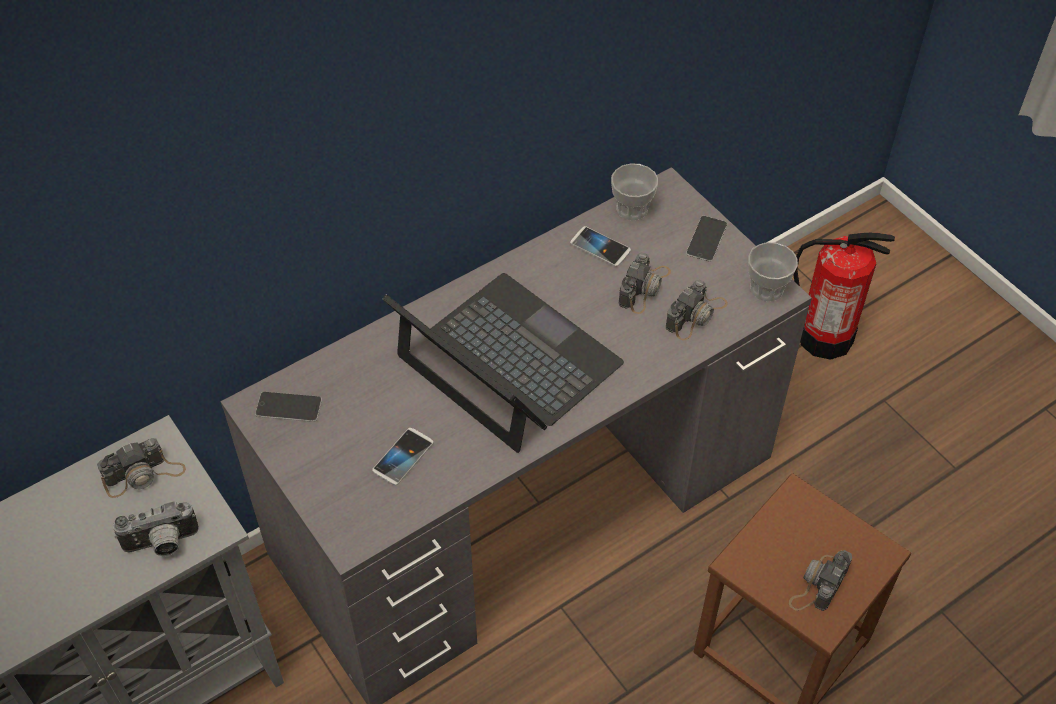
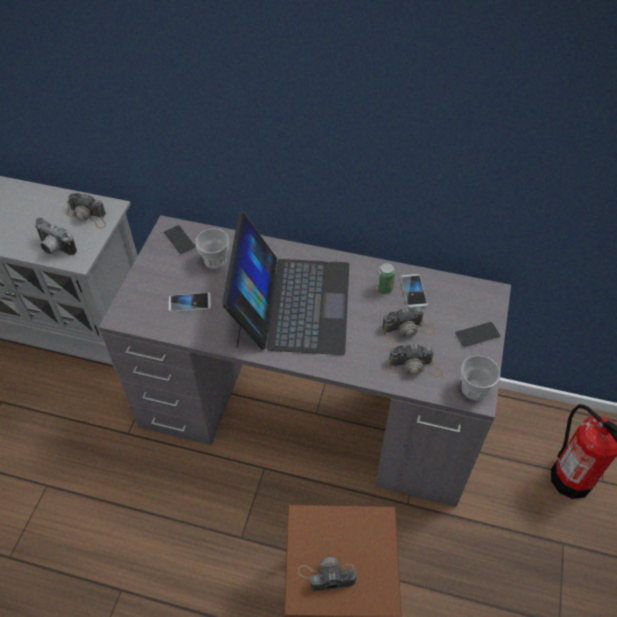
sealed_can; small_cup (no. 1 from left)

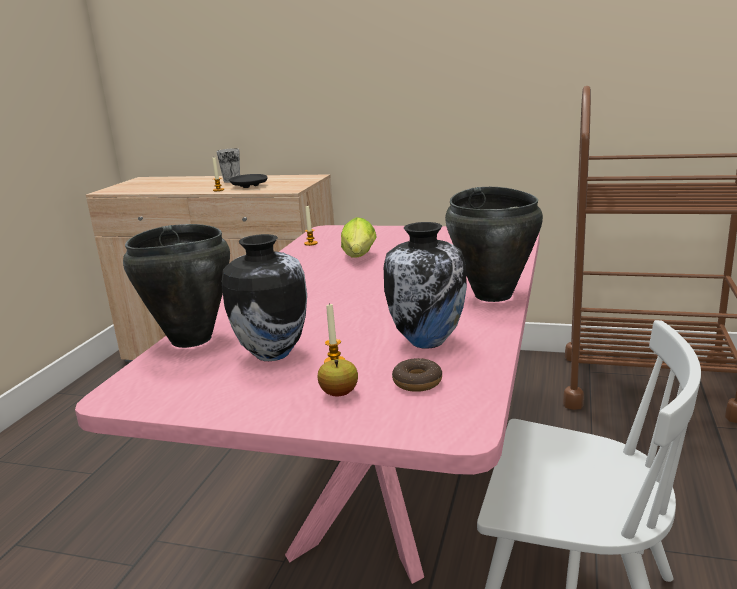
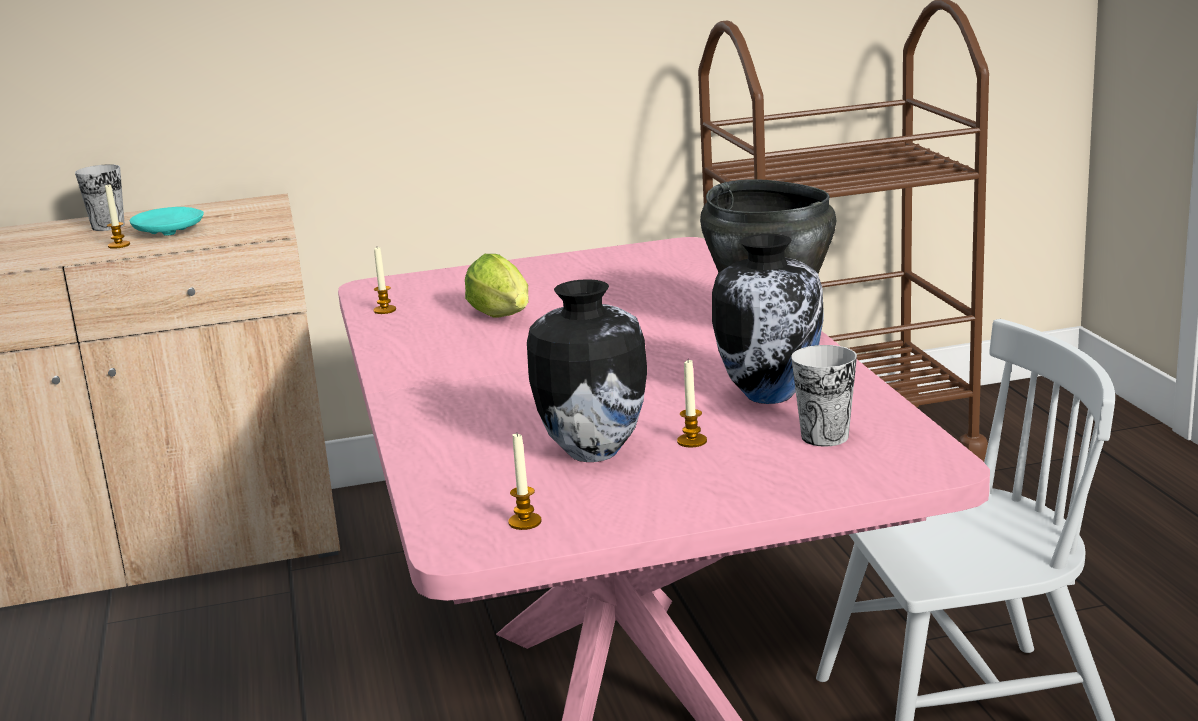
blackish_saucepot (no. 1 from left in the first image); apple_fruit; wax_candle (no. 3 from left); small_cup (no. 2 from left); blue-green_dinner_plate

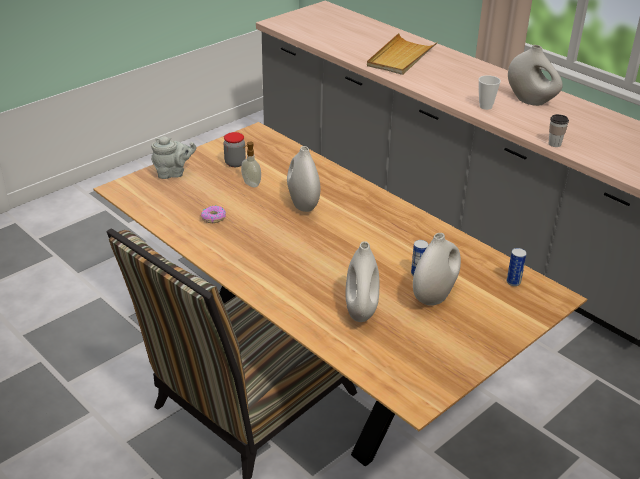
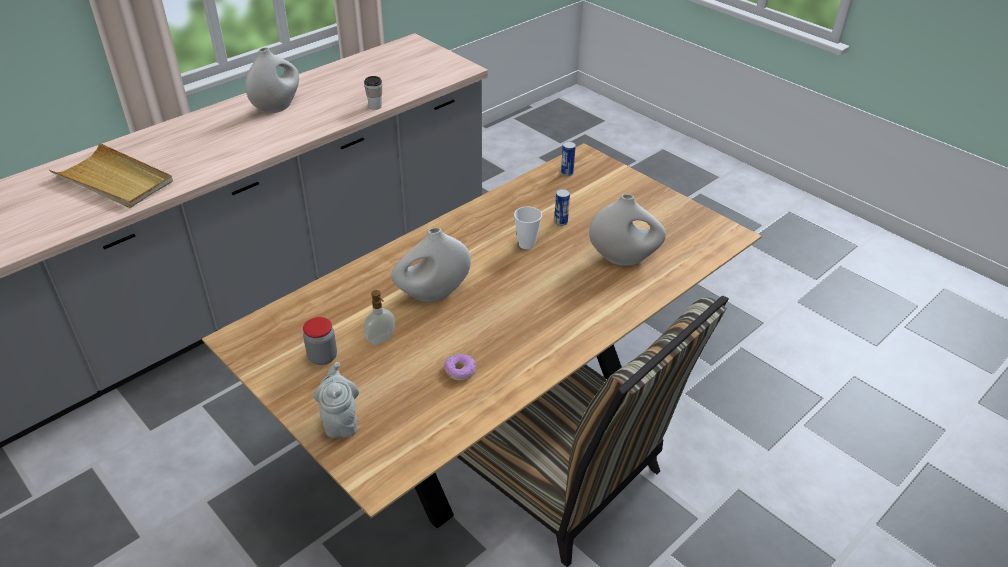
whitish_vase (no. 3 from left in the first image); small_cup (no. 2 from left)

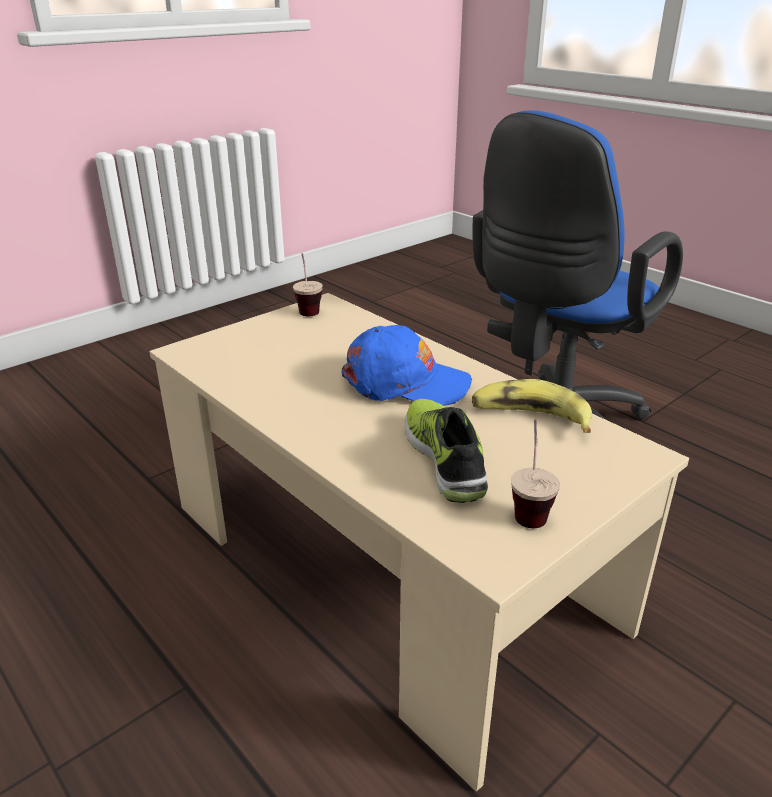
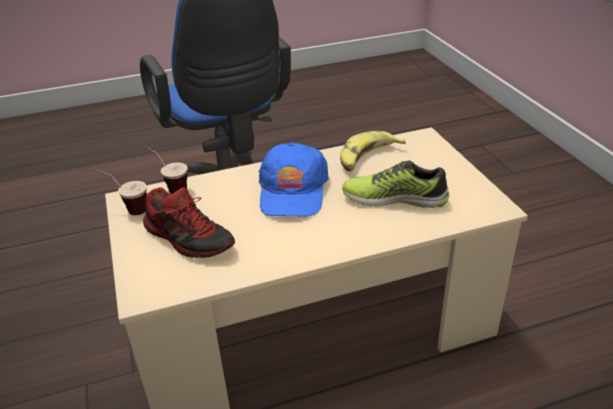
low_shoe (no. 1 from left); small_cup (no. 2 from left); blue-coloured_baseball_cap

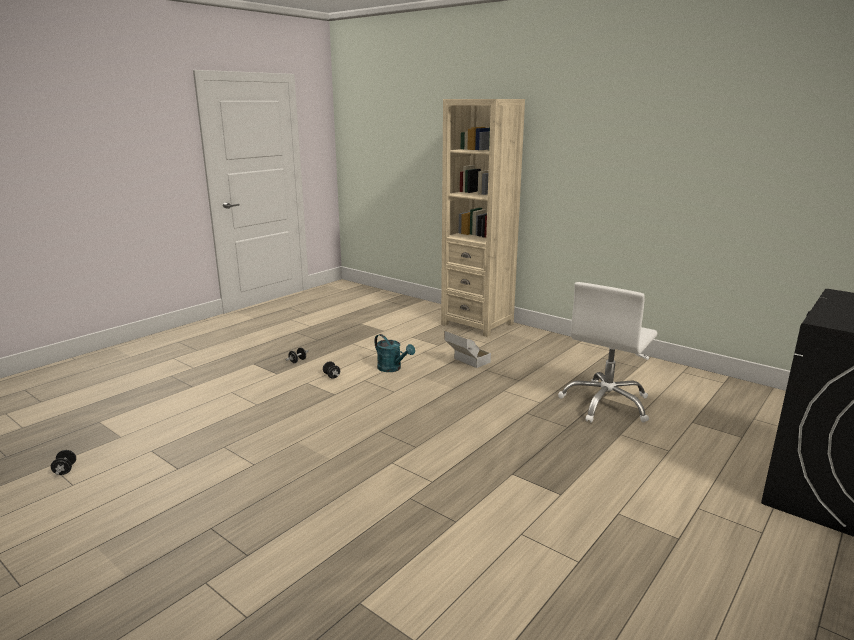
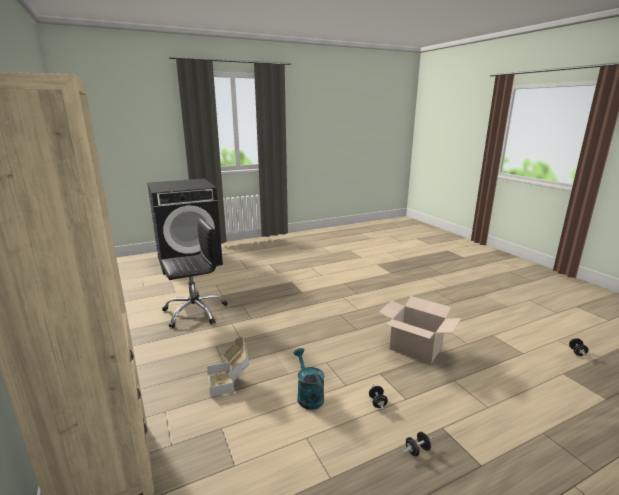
packing_box (no. 2 from left); blackish_desk_chair

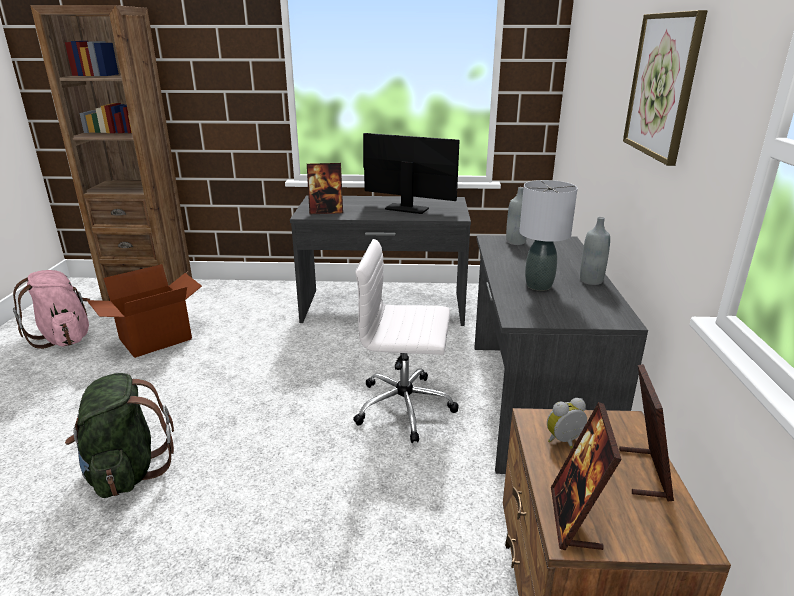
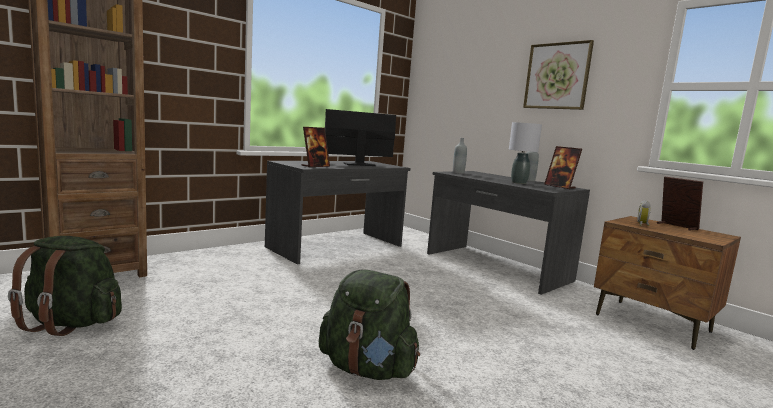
packing_box; whitish_desk_chair; picture_frame (no. 2 from left); green_rucksack (no. 1 from left)

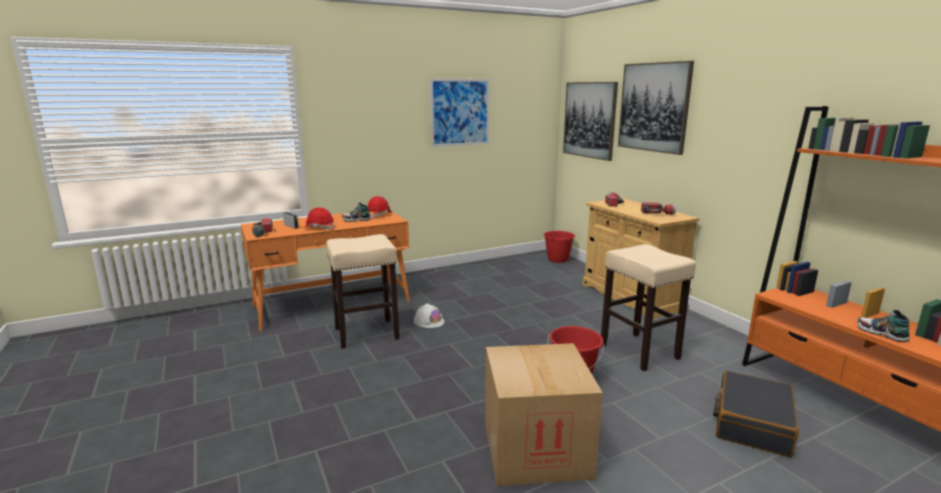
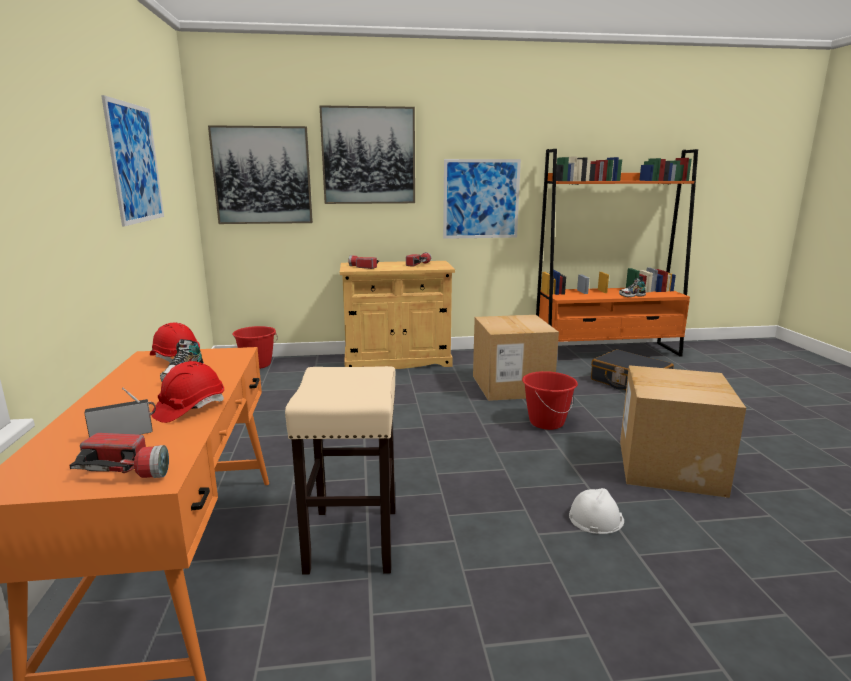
wall_art (no. 4 from left); whitish_hard_hat; packing_box (no. 1 from left)

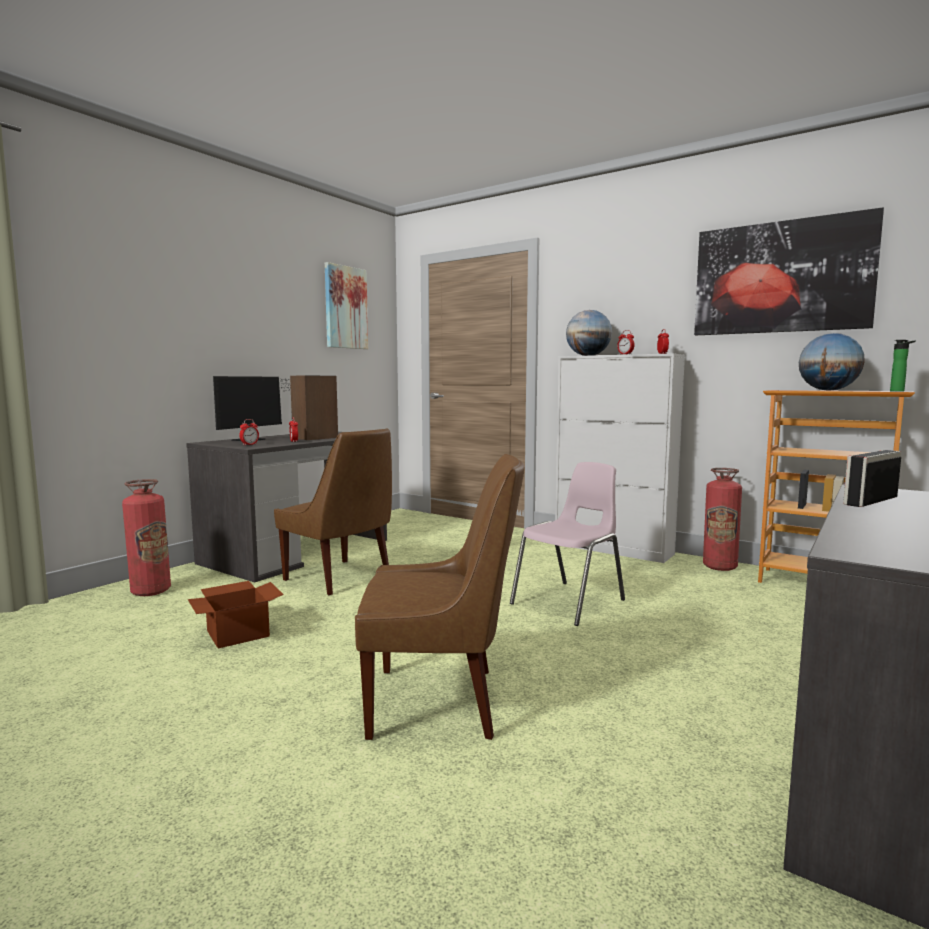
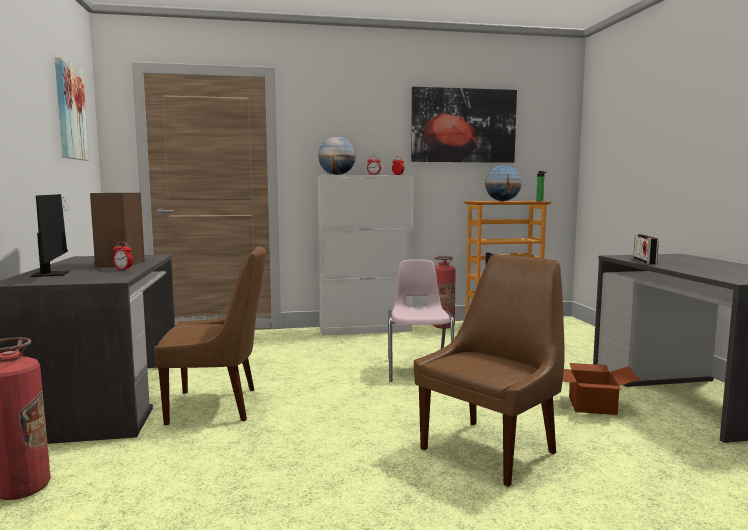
bedside_clock (no. 1 from left in the first image); packing_box

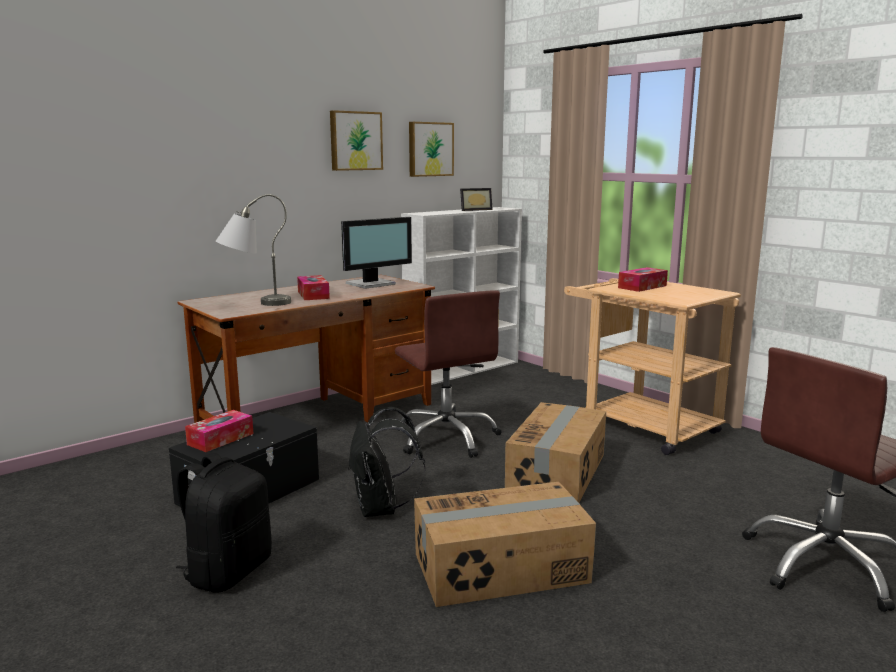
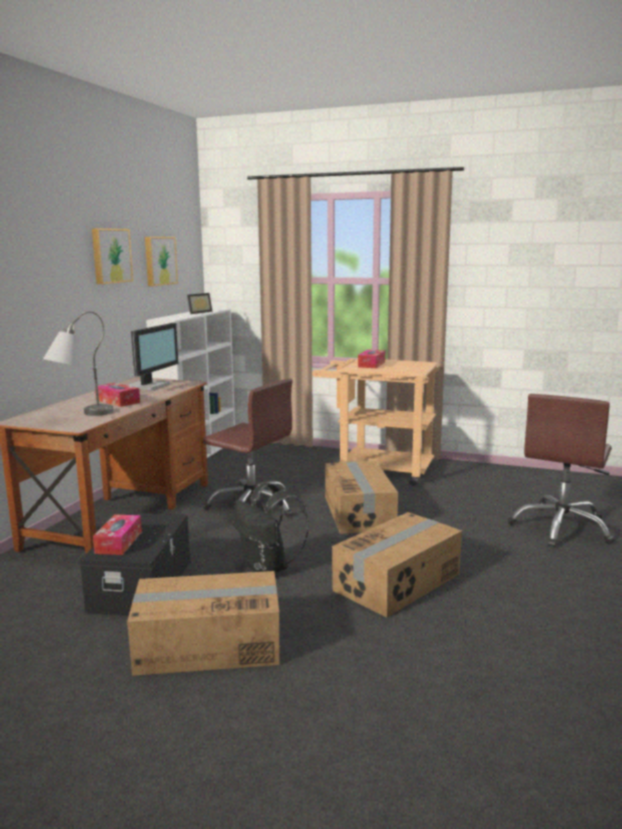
packing_box (no. 1 from left)

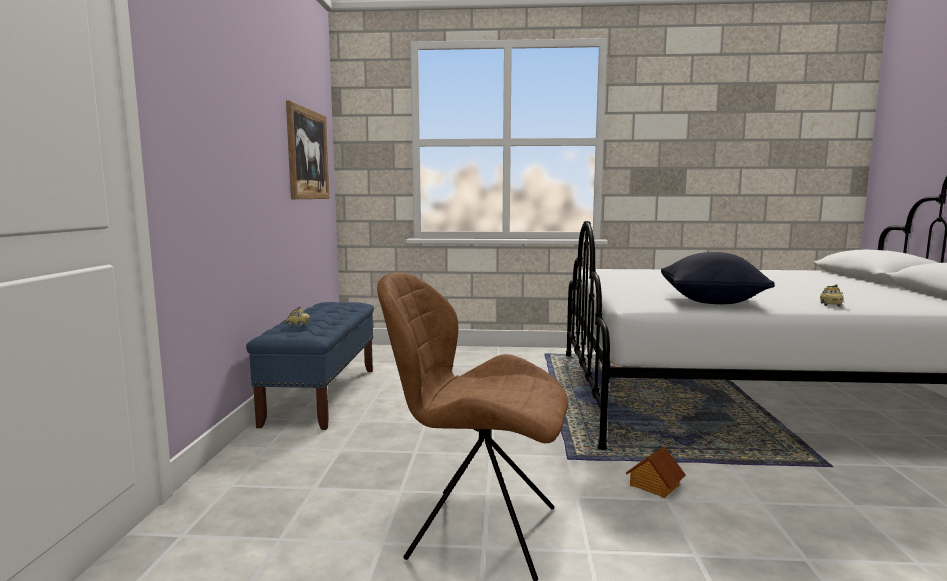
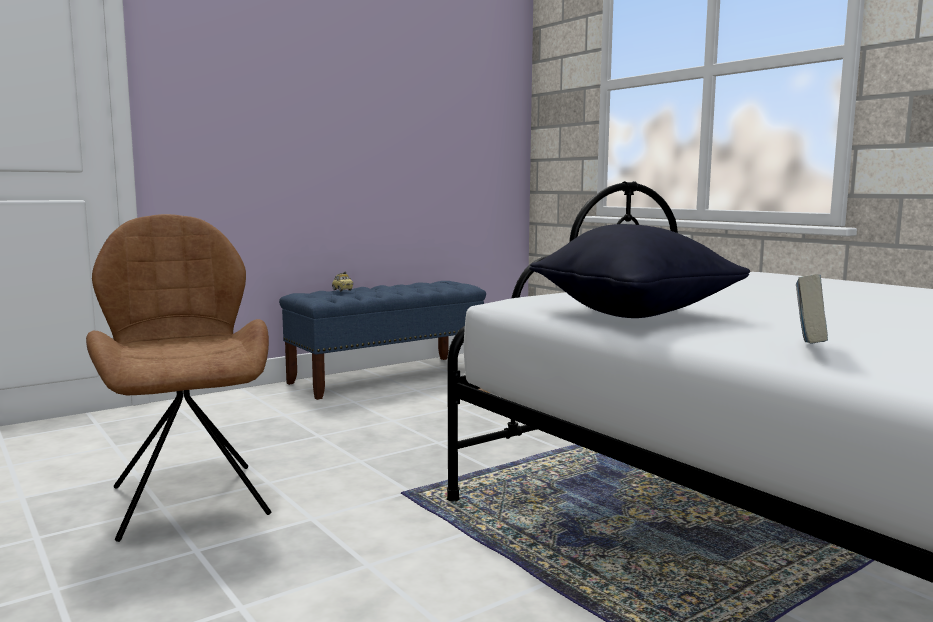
wall_art; toy_house; volume

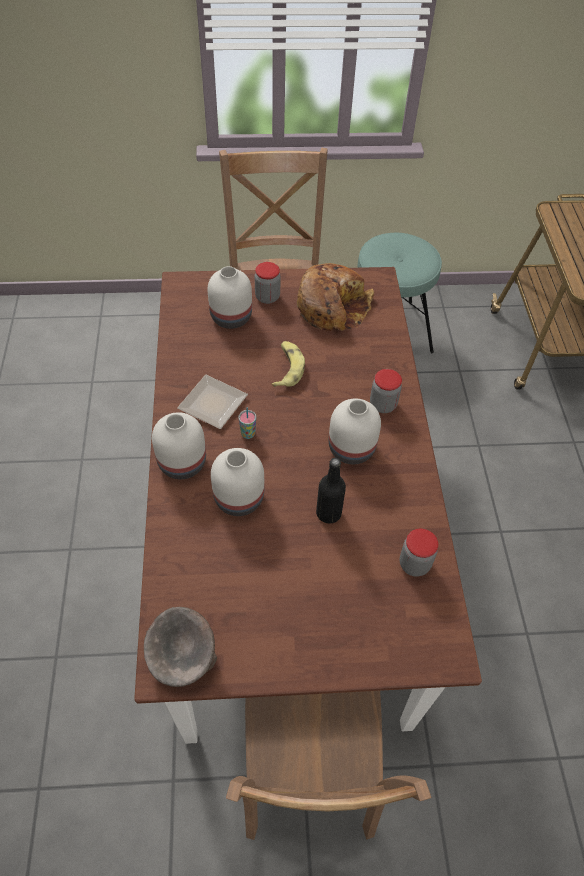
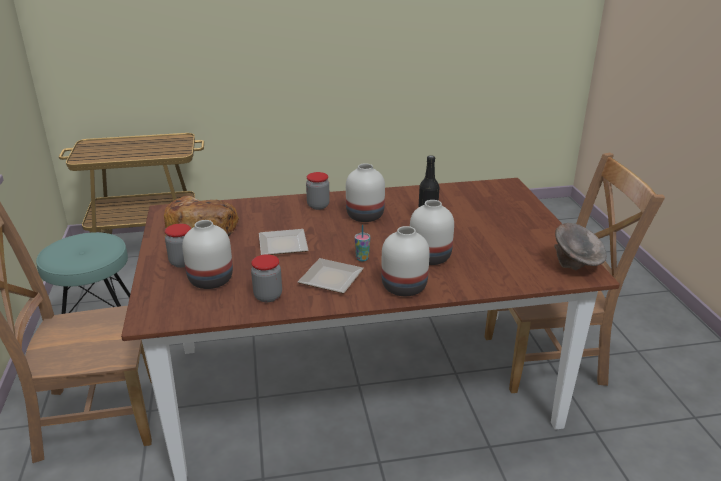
storage_jar (no. 2 from left); dinner_plate (no. 1 from left)

